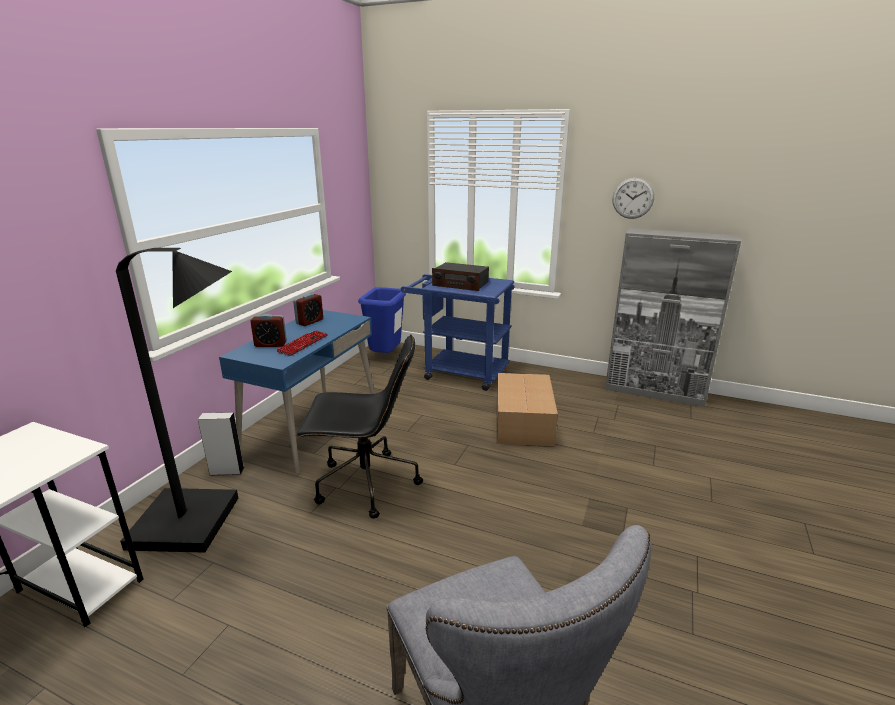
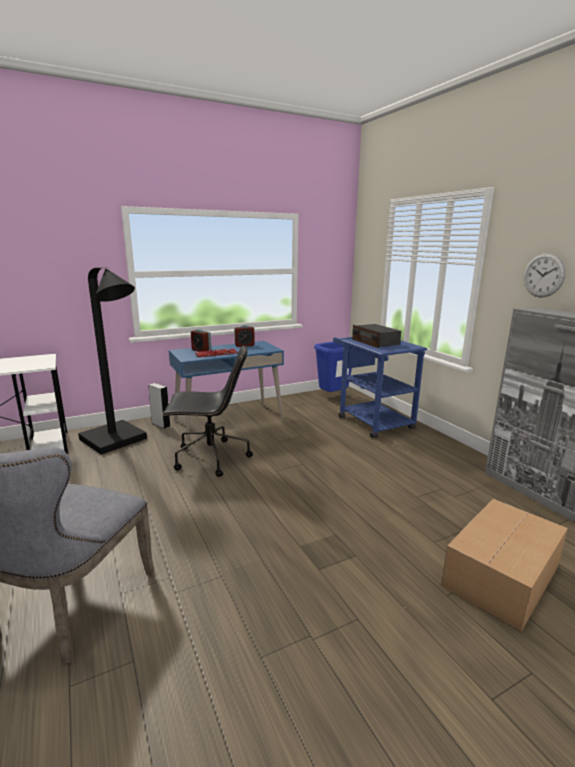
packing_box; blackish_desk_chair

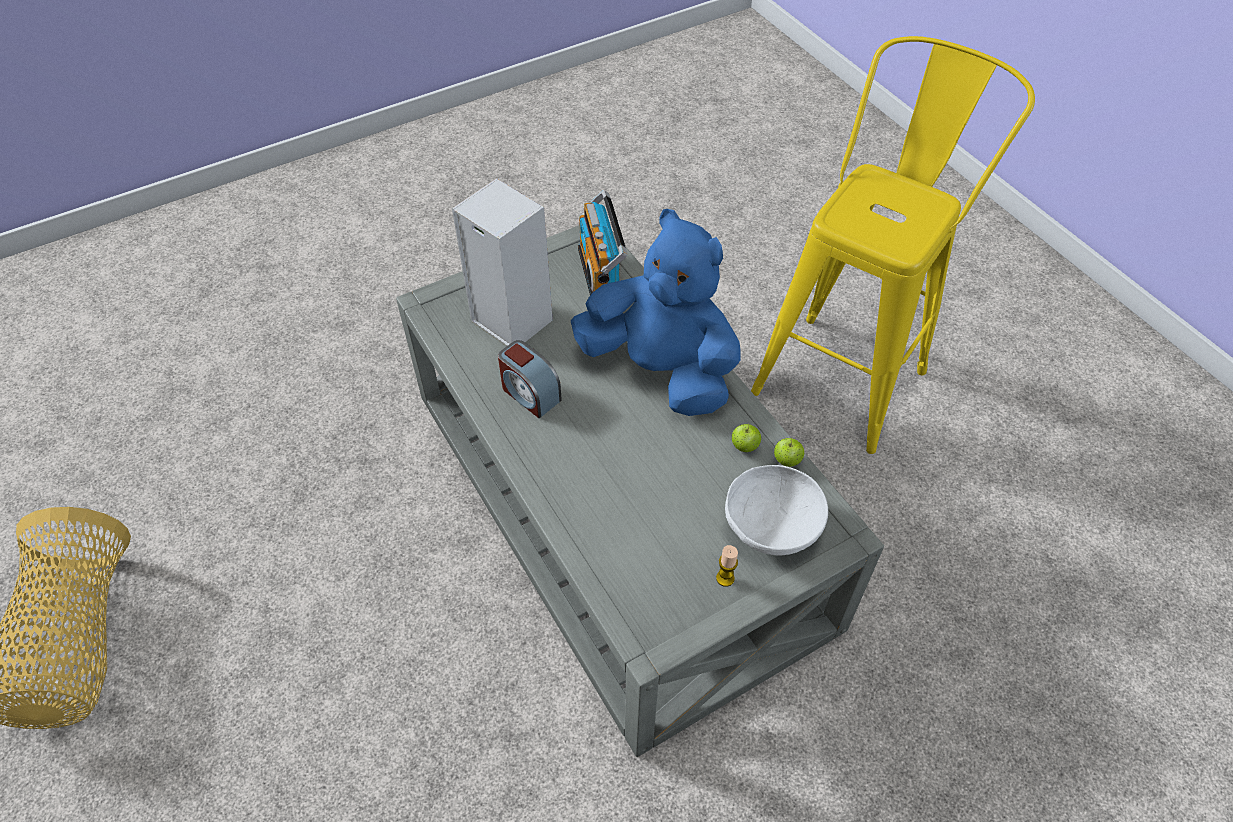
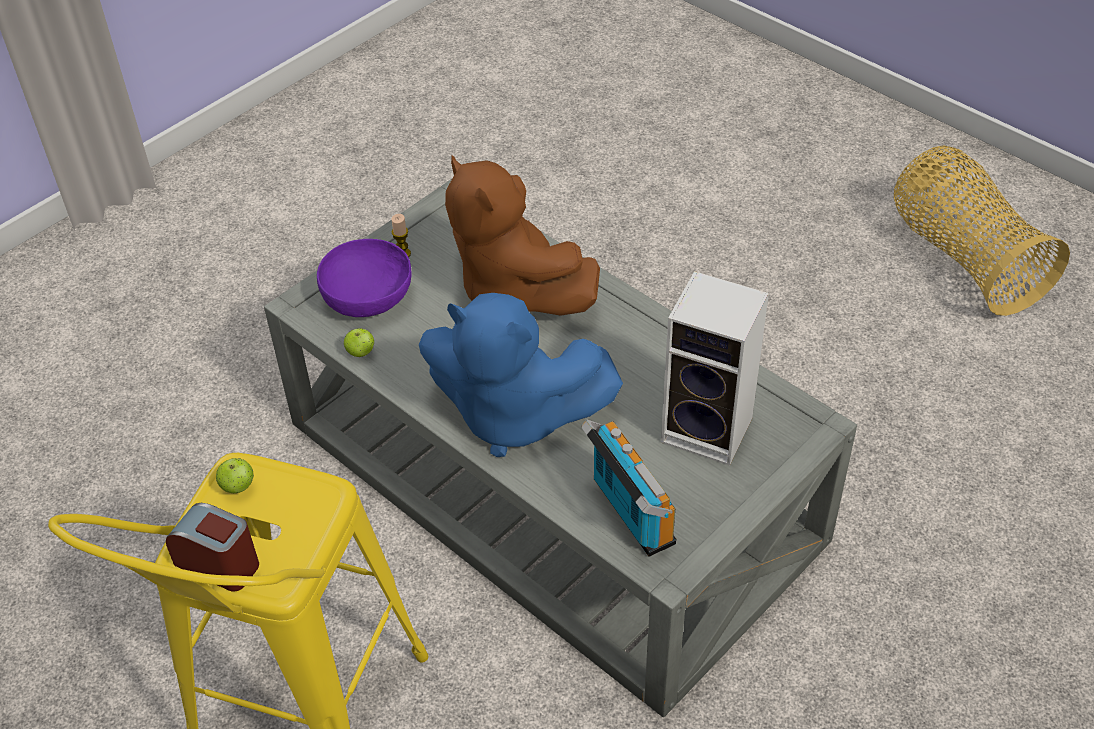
brownish_cuddly_toy; bedside_clock; apple_fruit (no. 1 from left); purple_serving_bowl

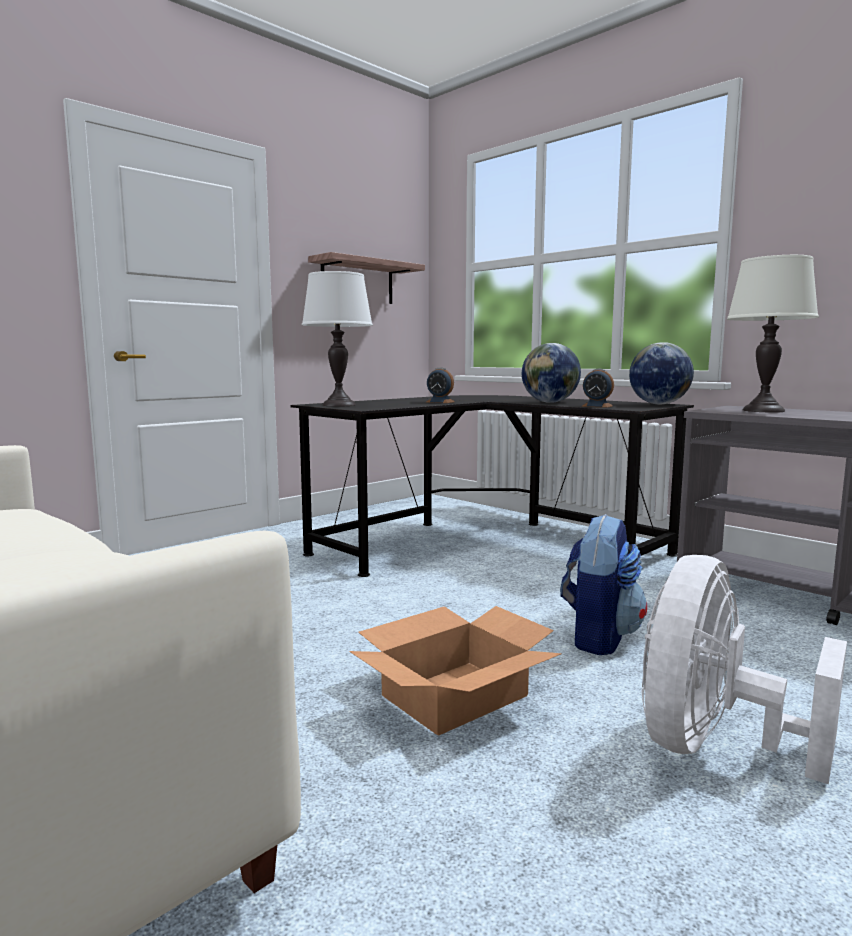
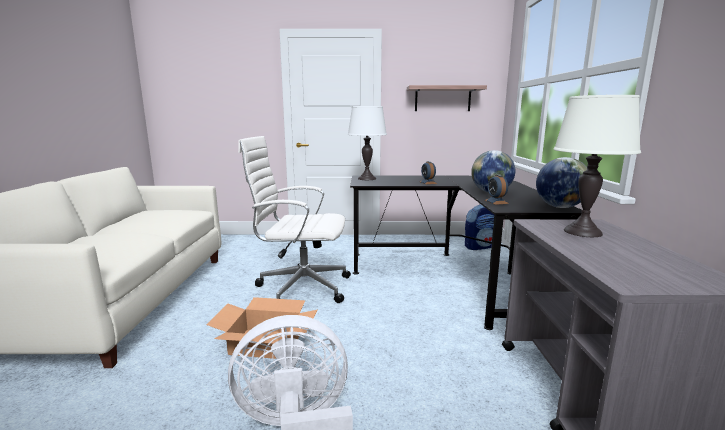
whitish_desk_chair; rucksack

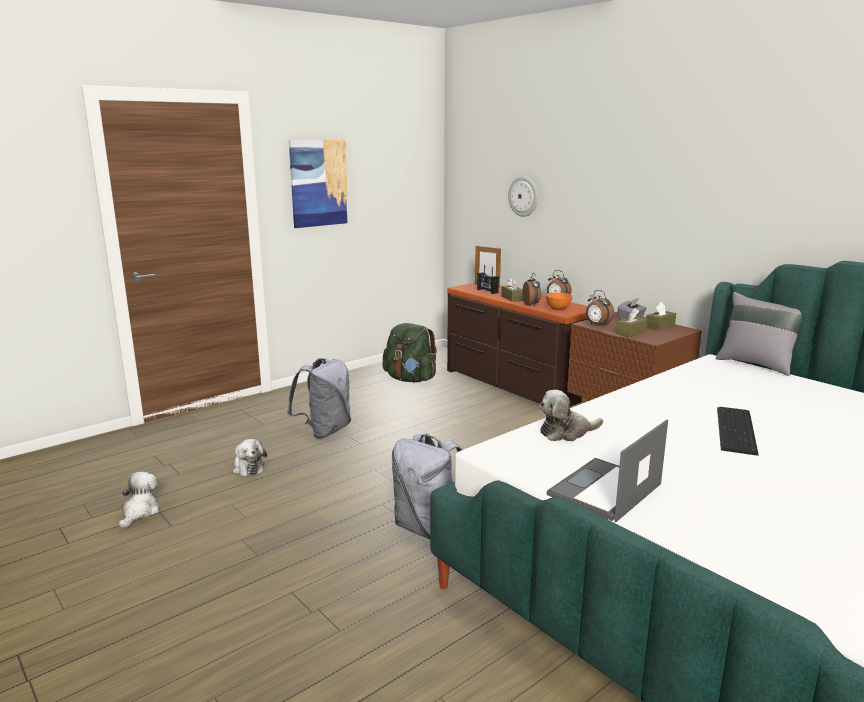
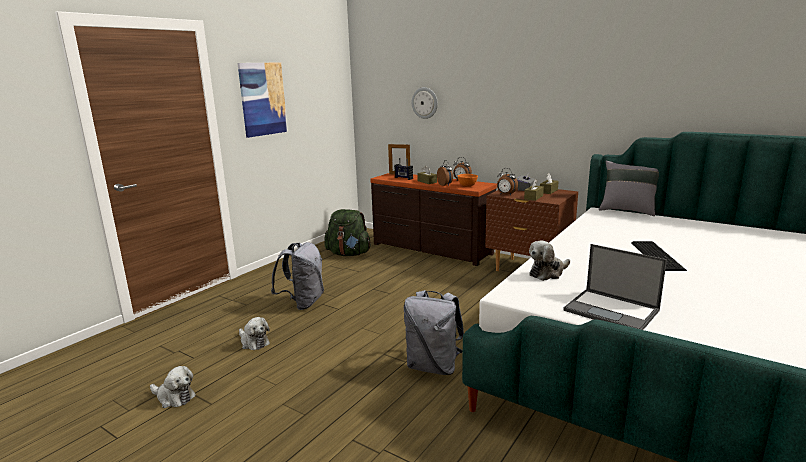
cuddly_toy (no. 1 from left); notebook_computer

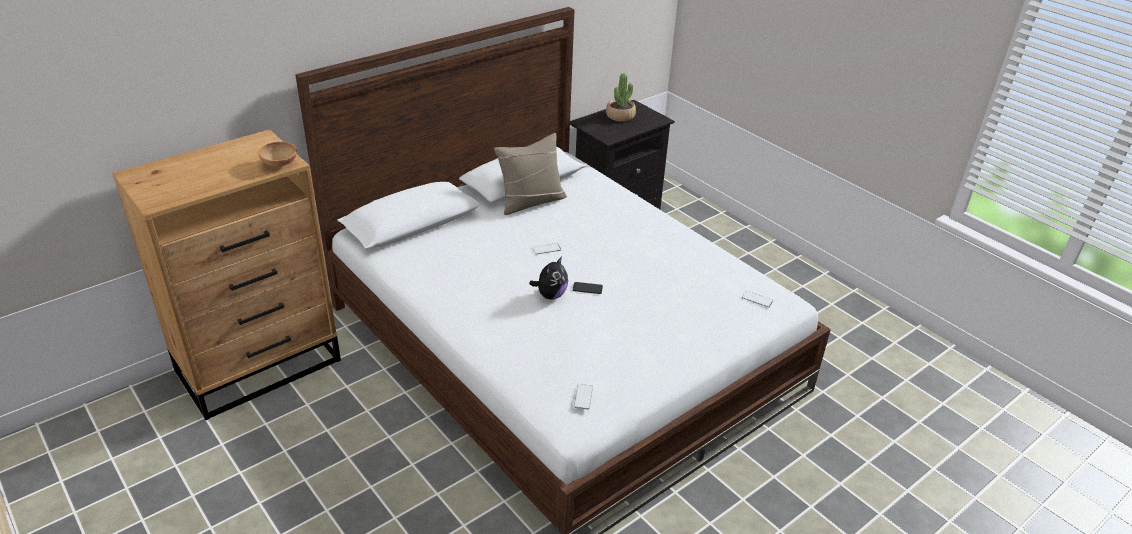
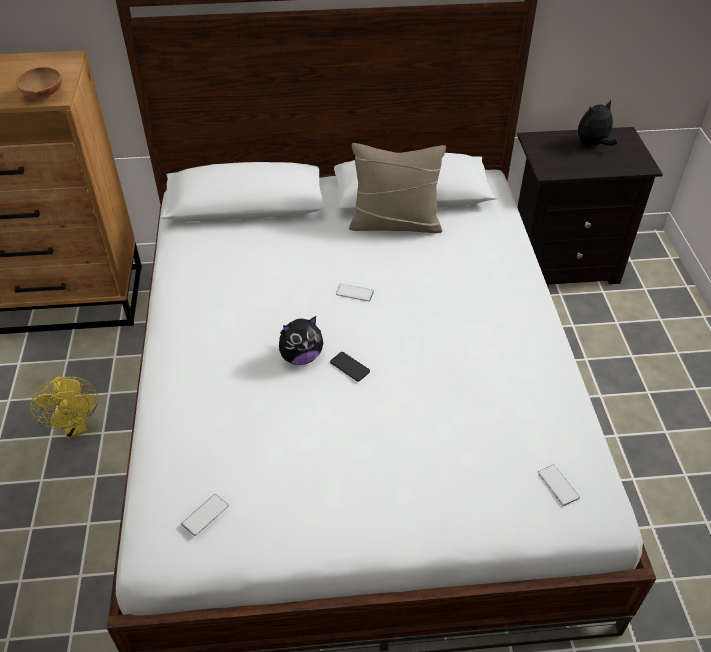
yellow-coloured_fan; cuddly_toy (no. 2 from left)

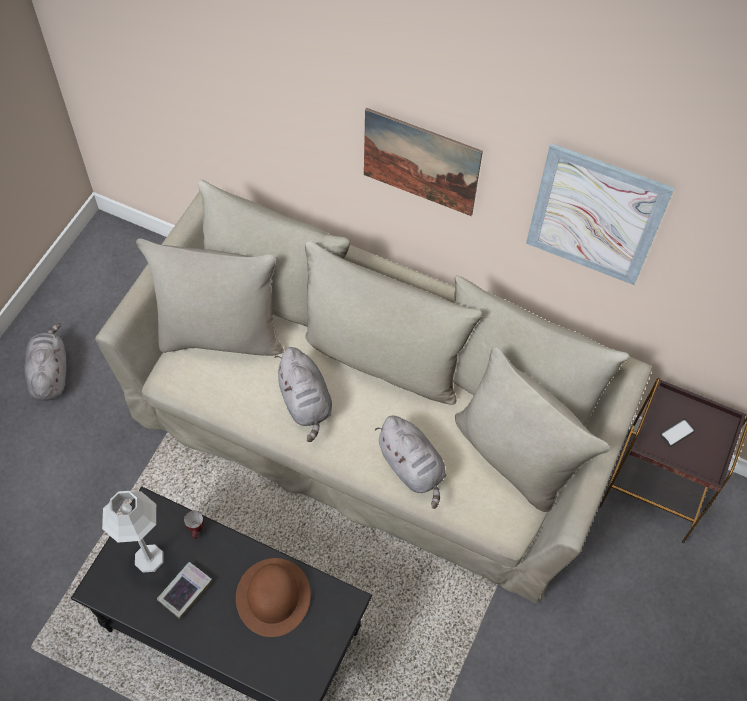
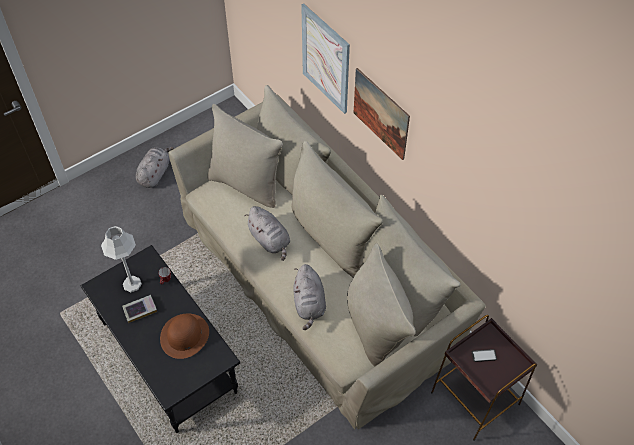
wall_art (no. 1 from left); greyish_cuddly_toy (no. 2 from left)

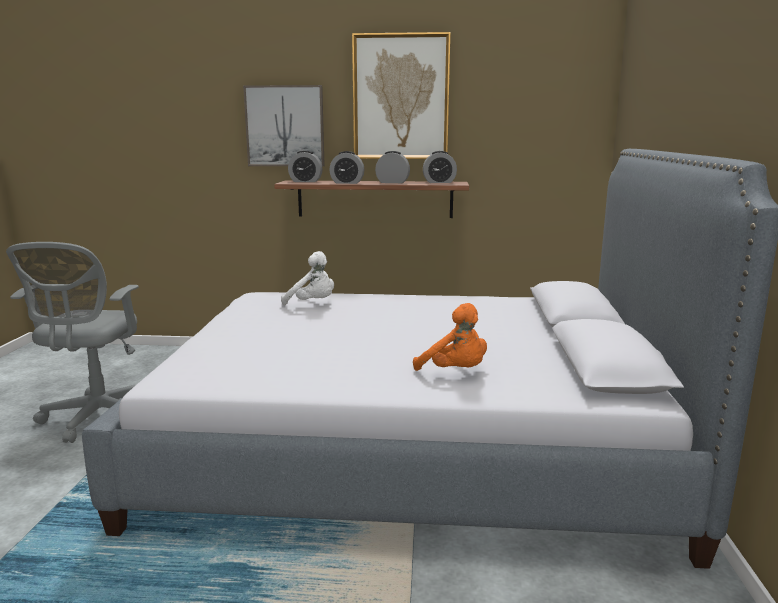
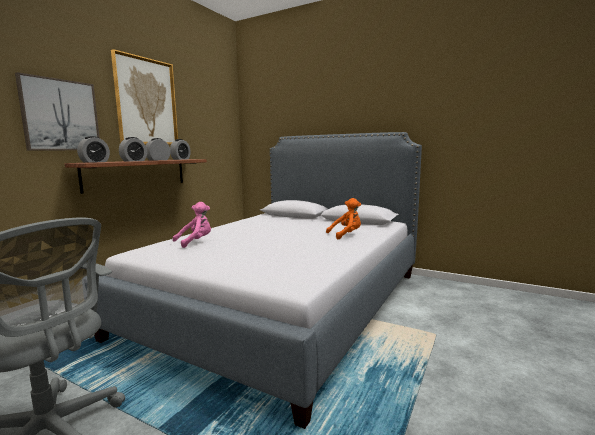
pink-coloured_cuddly_toy

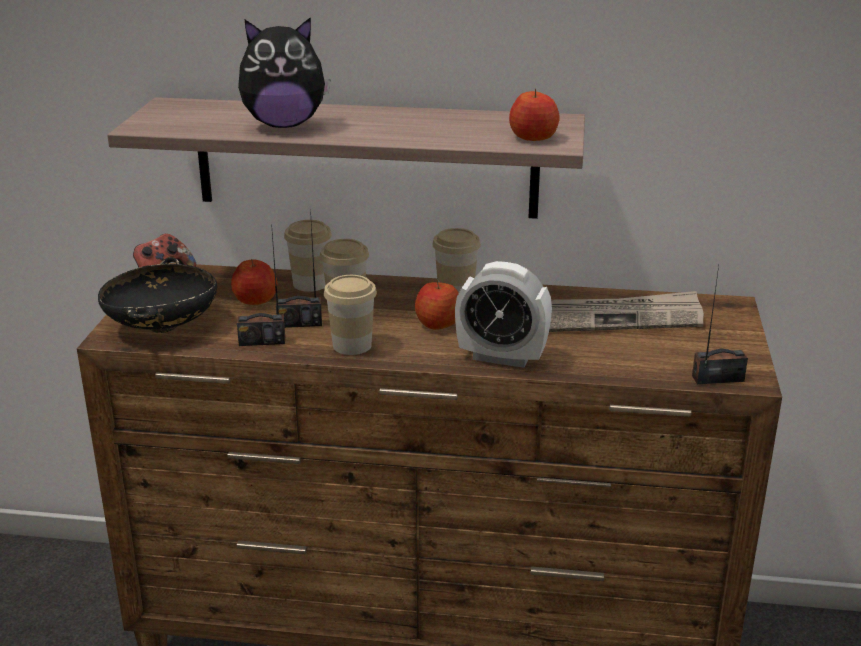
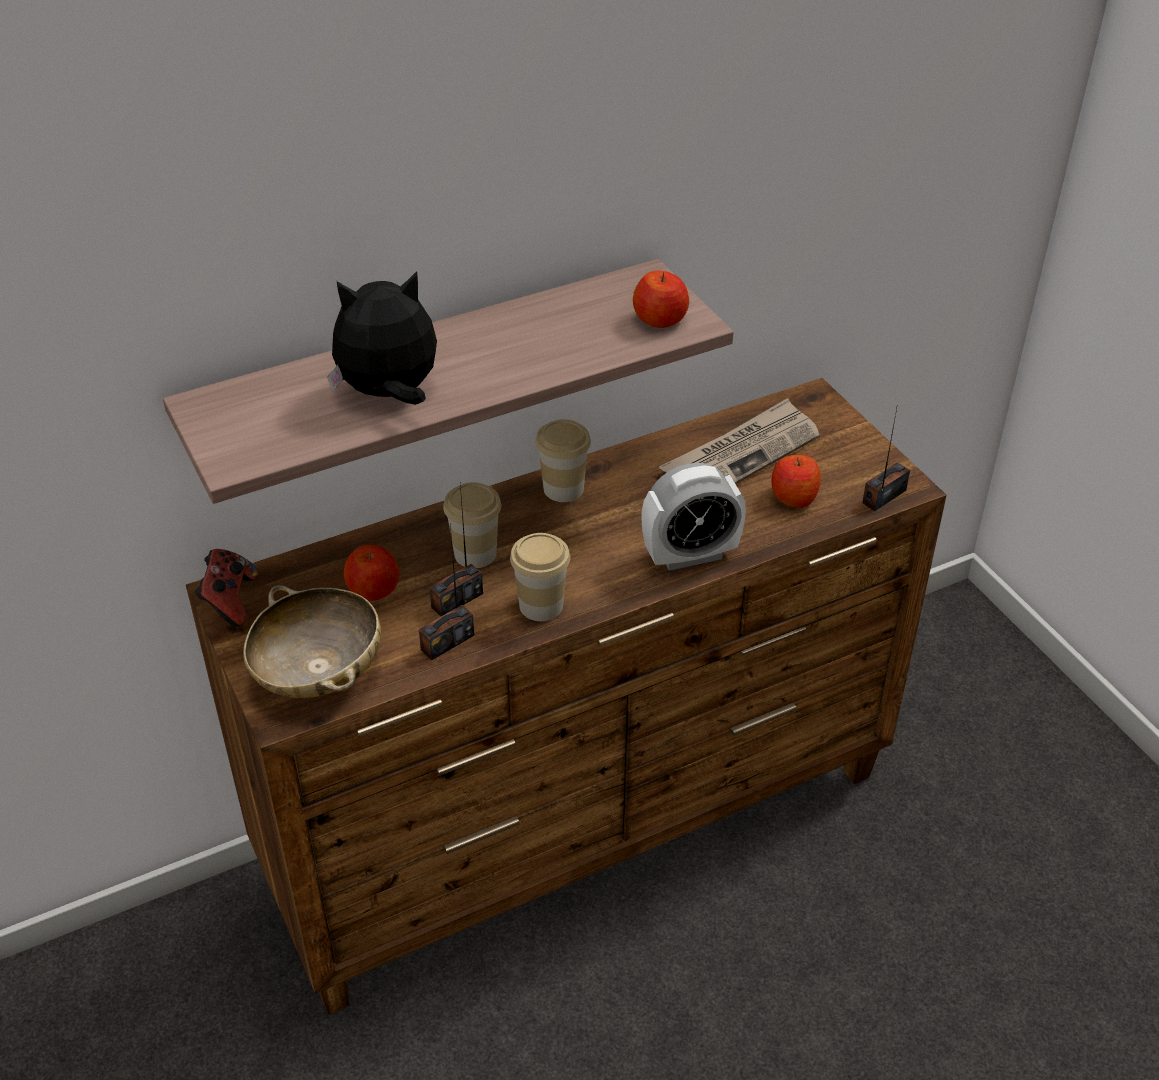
small_cup (no. 1 from left in the first image); apple_fruit (no. 3 from left); beige_serving_bowl; cuddly_toy

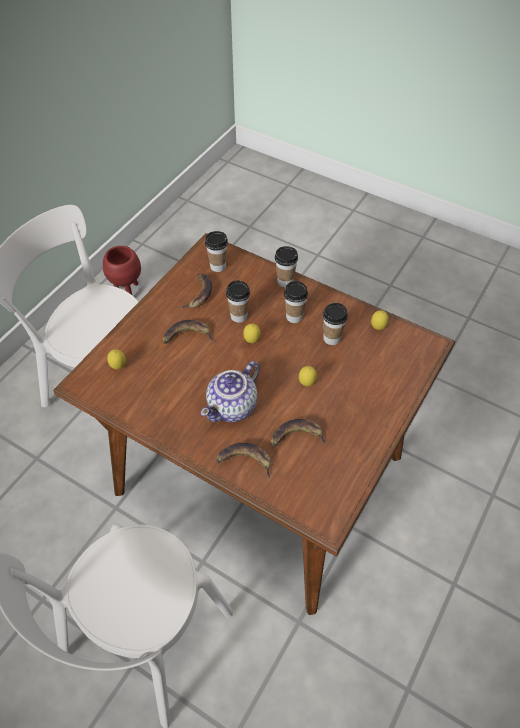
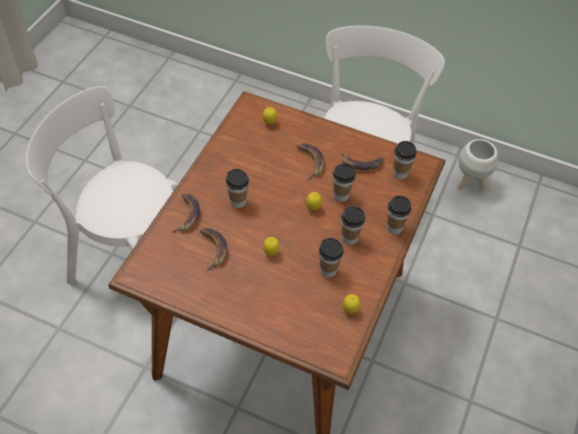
small_cup (no. 1 from left); whitish_plant_pot

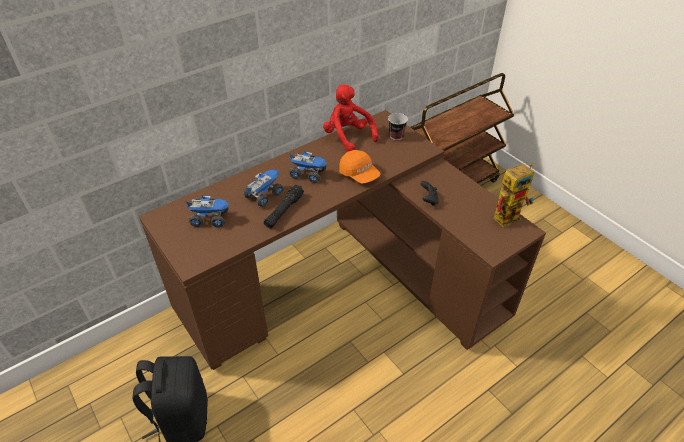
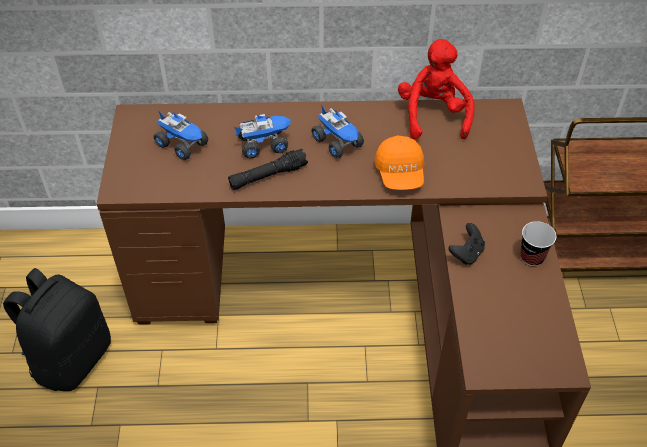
toy_robot; small_cup

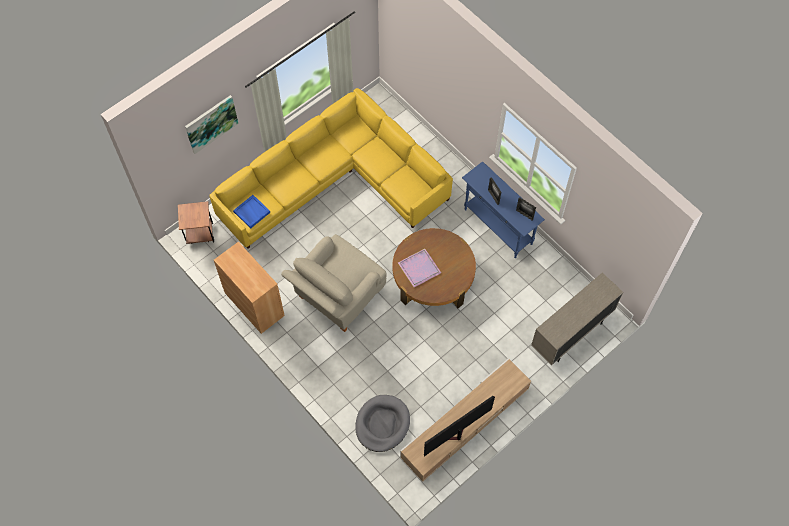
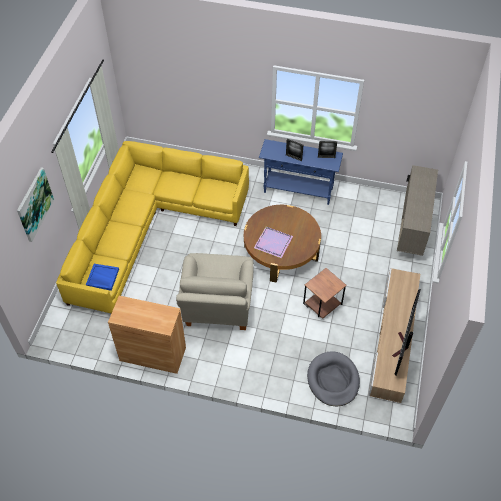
brownish_side_table

